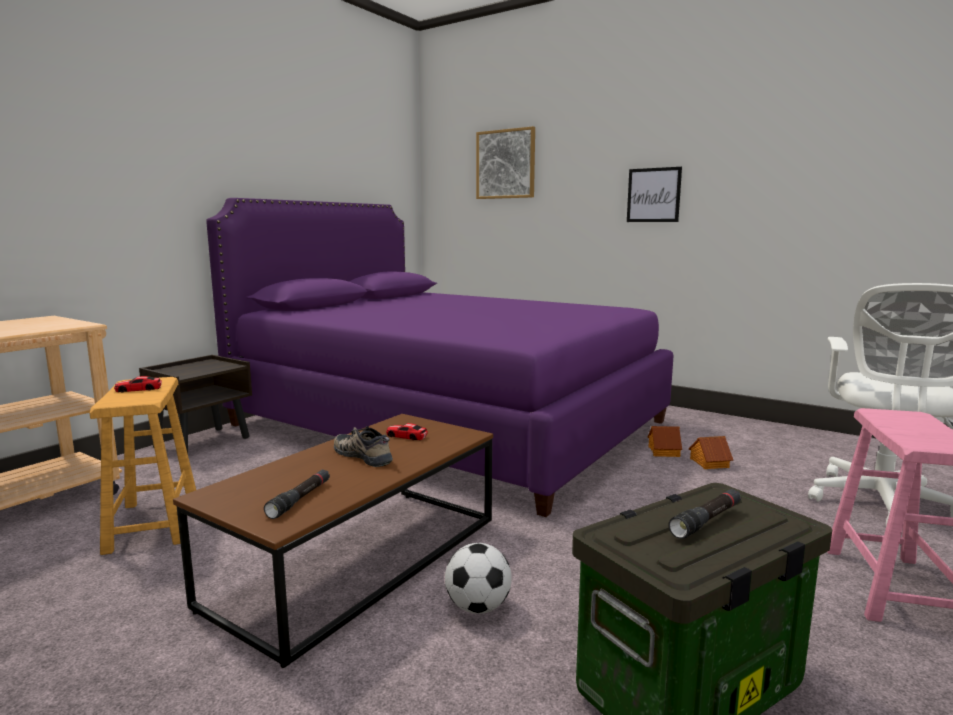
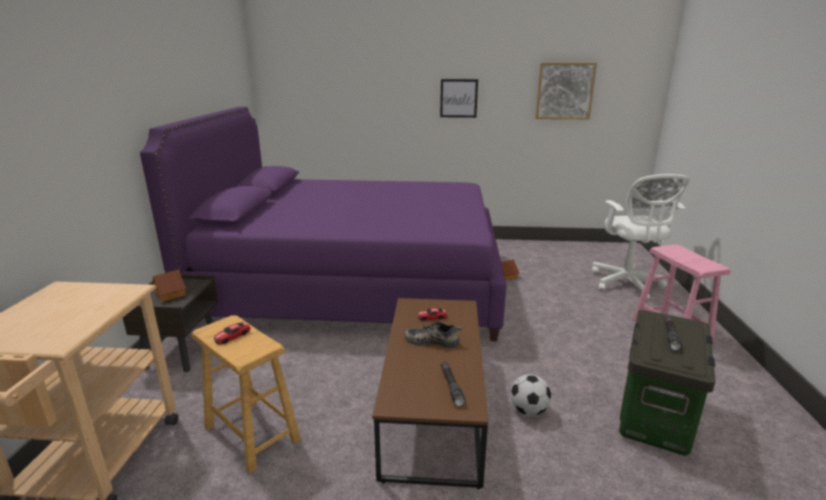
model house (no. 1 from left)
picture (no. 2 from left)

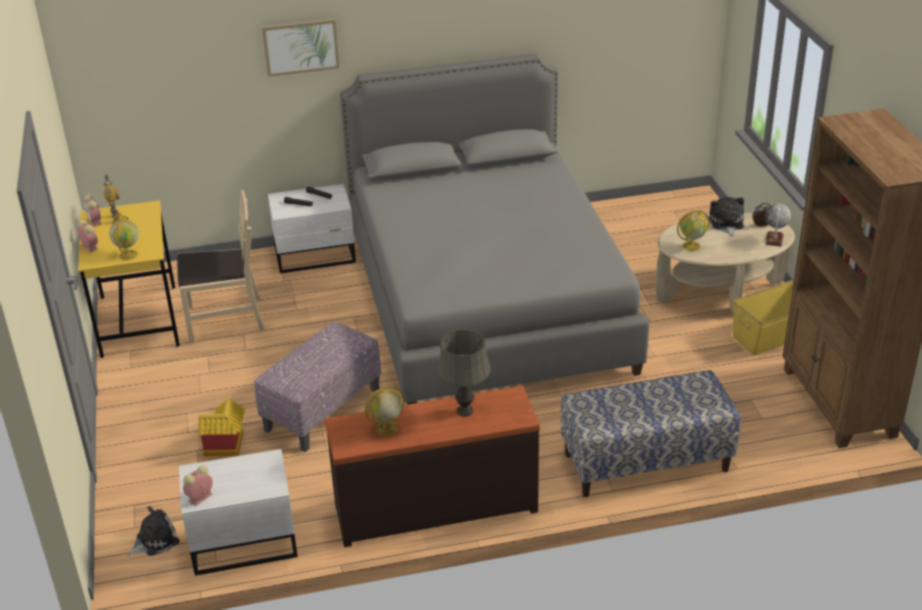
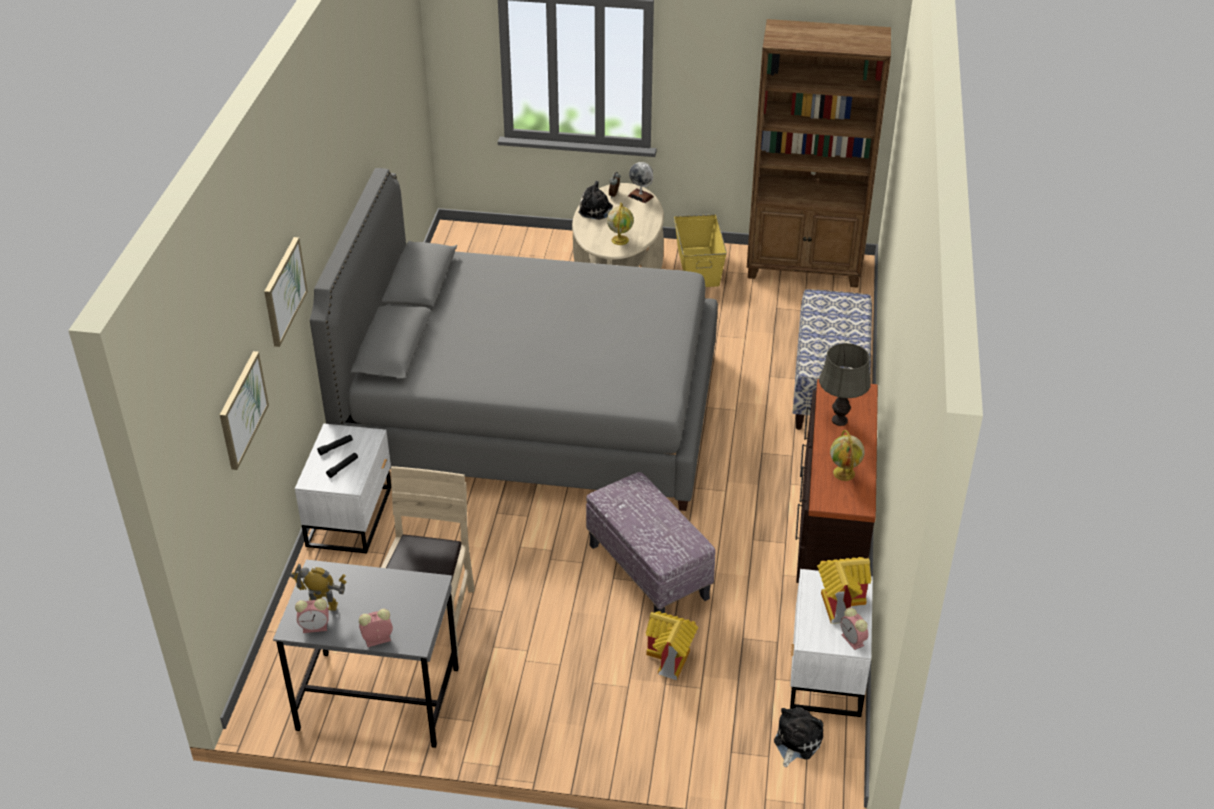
picture (no. 1 from left)
desk table (gray)
cuddly toy (no. 2 from left)
model house (no. 2 from left)
globe (no. 1 from left in the first image)

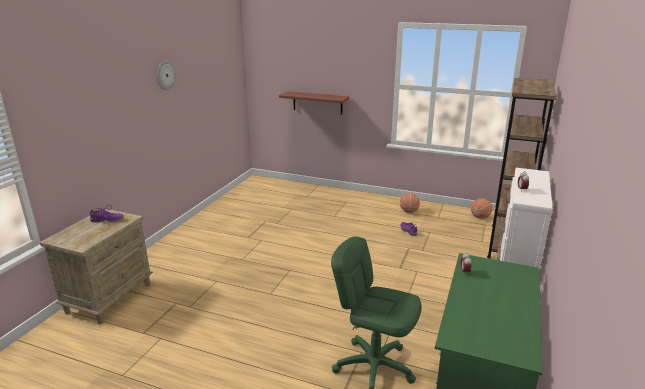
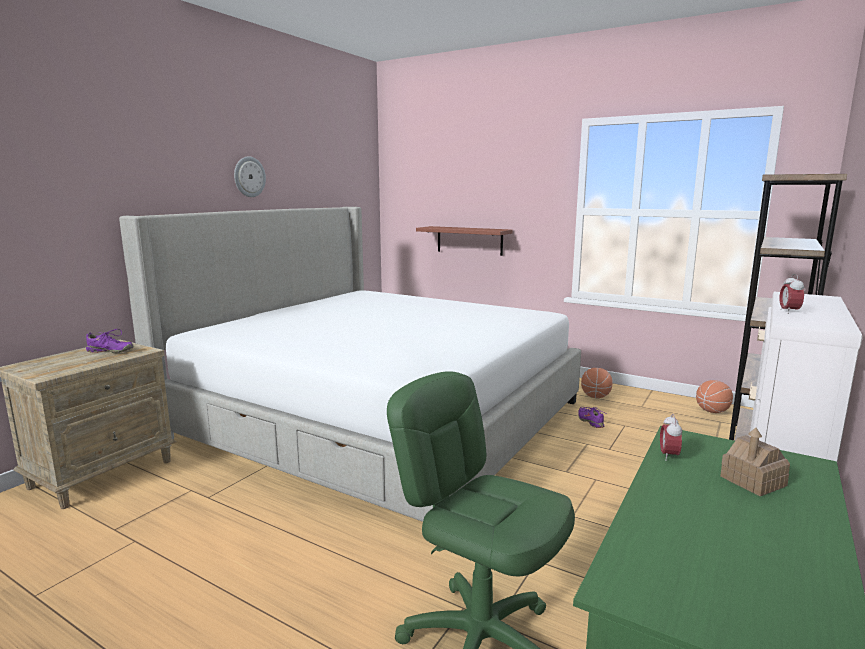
bed
model house

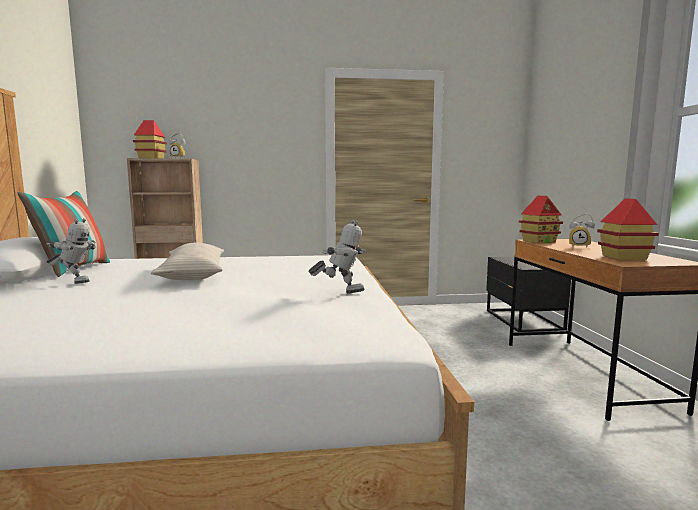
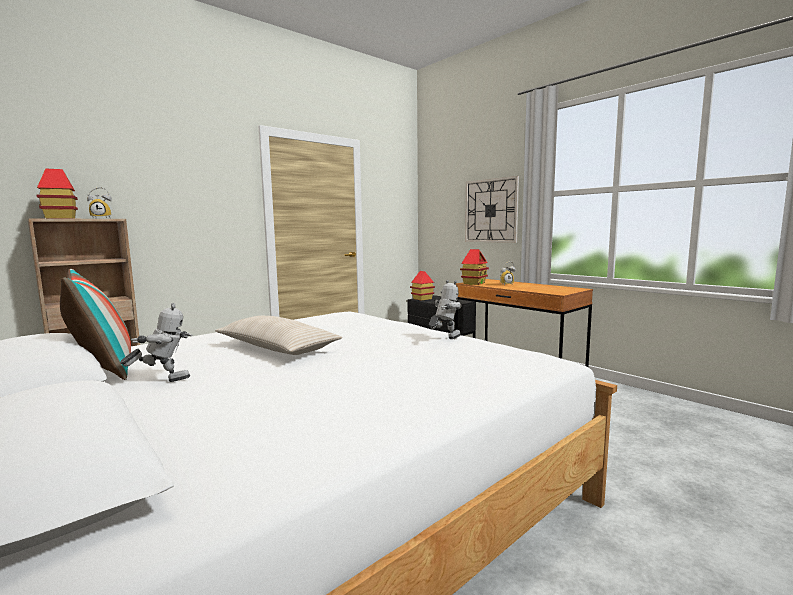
model house (no. 2 from left)
clock on the wall

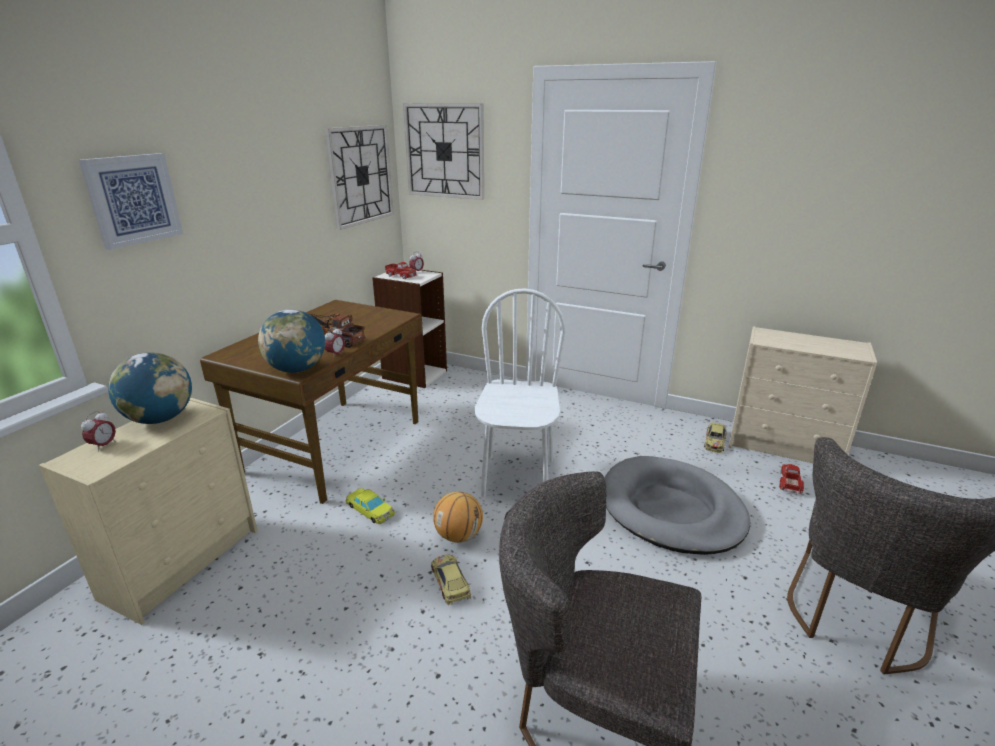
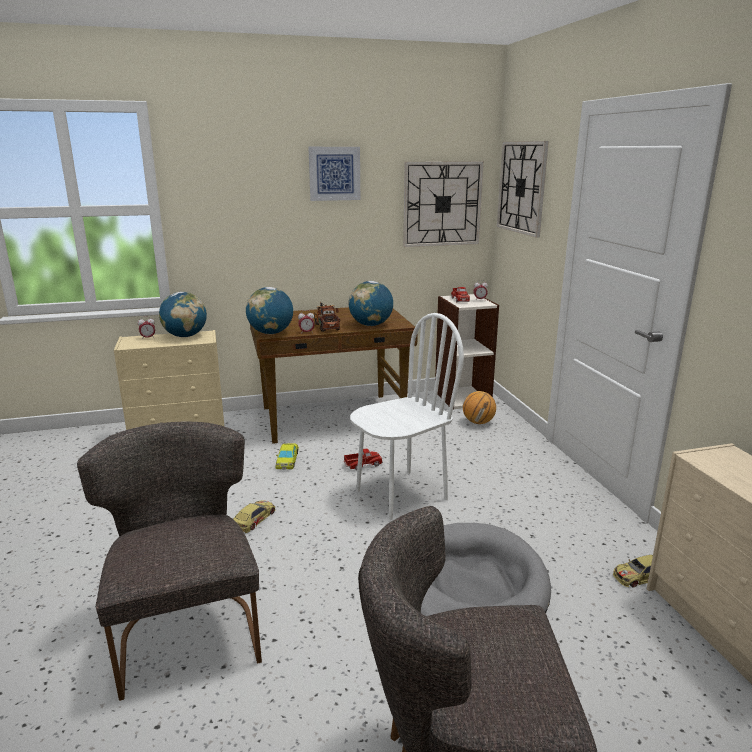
picture
toy lorry (no. 2 from left)
globe (no. 3 from left)
basketball

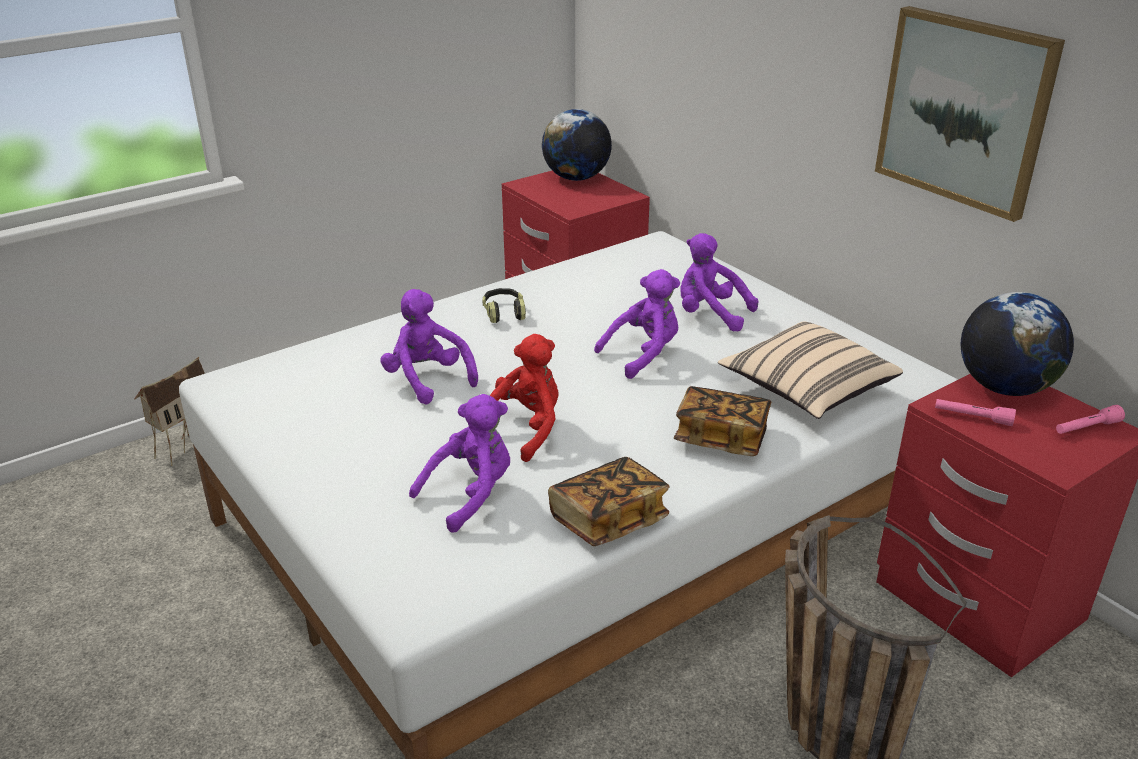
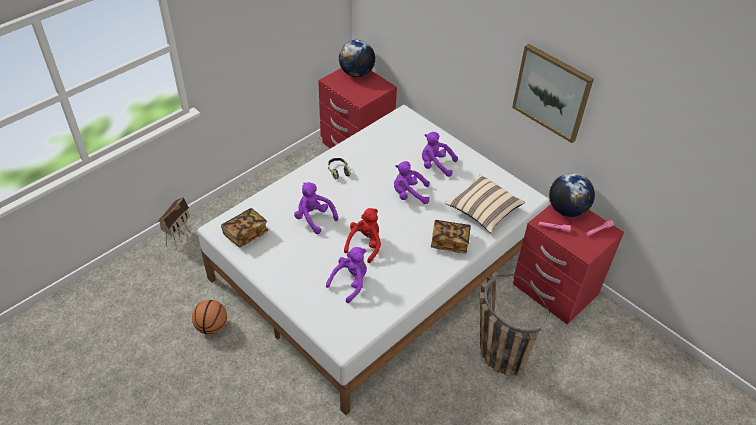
basketball
volume (no. 1 from left)
cuddly toy (purple-coloured) (no. 3 from left)

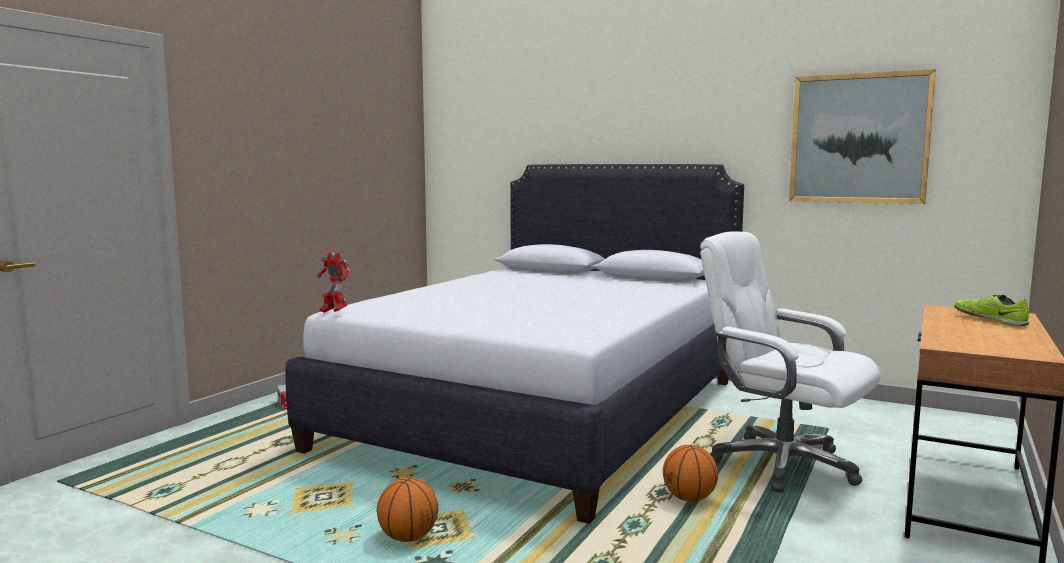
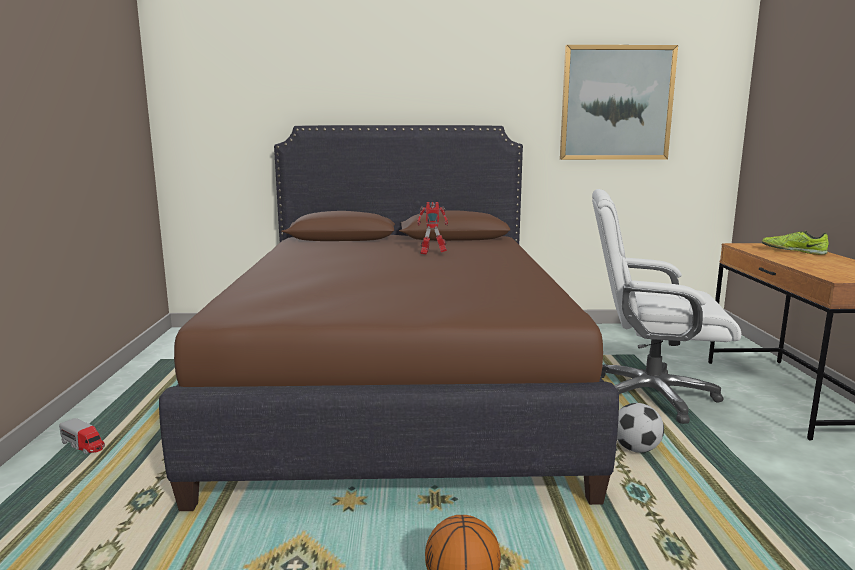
bed (brownish)
toy robot
ball for football

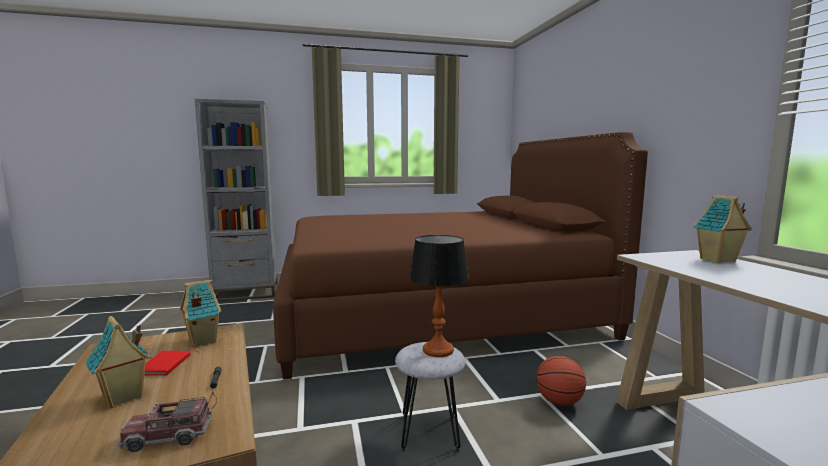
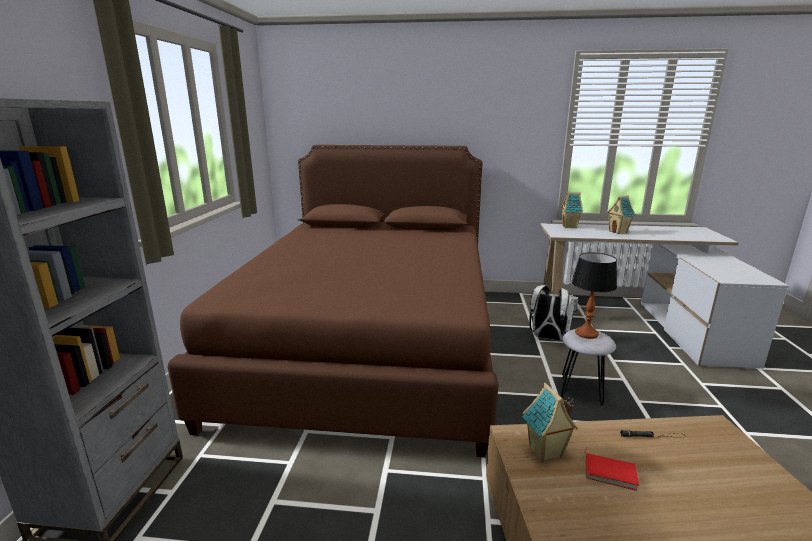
rucksack (white-coloured)
model house (no. 3 from left)
toy lorry

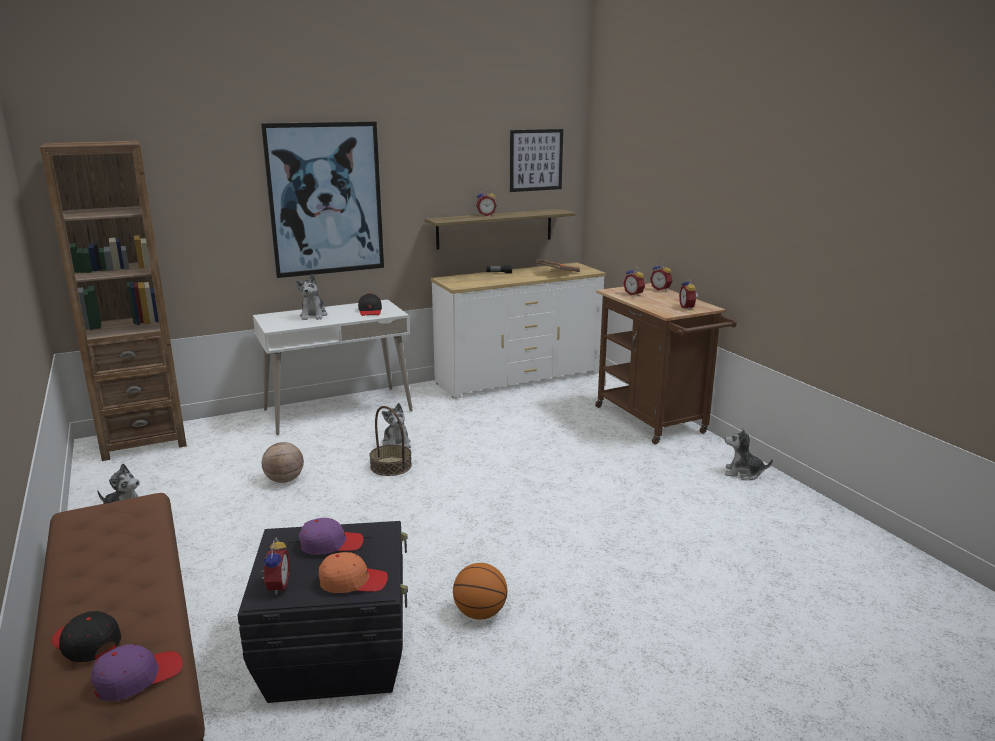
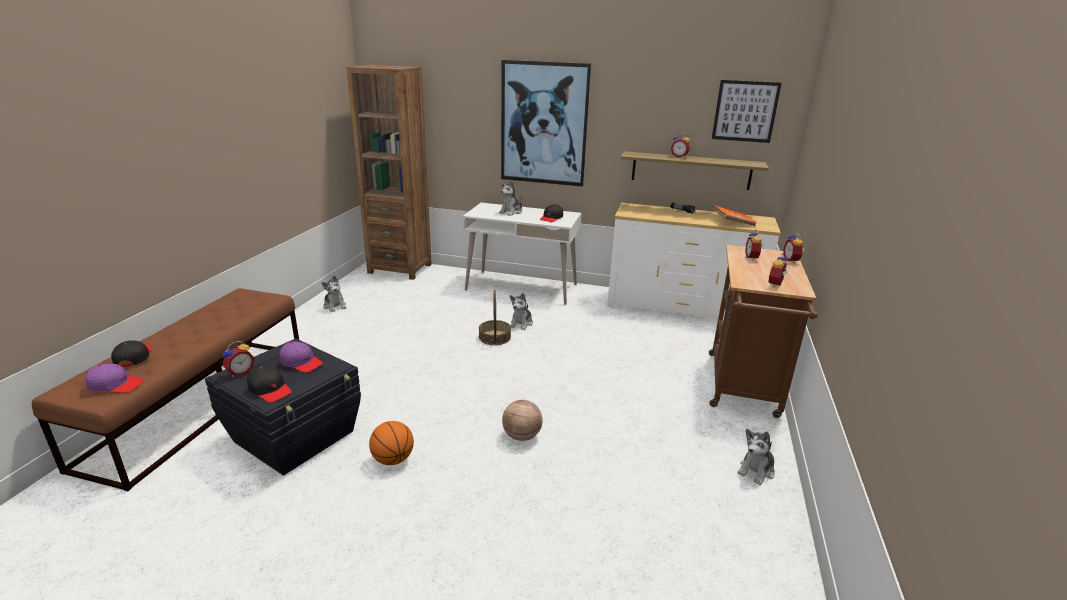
baseball cap (black-coloured) (no. 2 from left)
basketball (no. 2 from left)
cuddly toy (no. 4 from left)

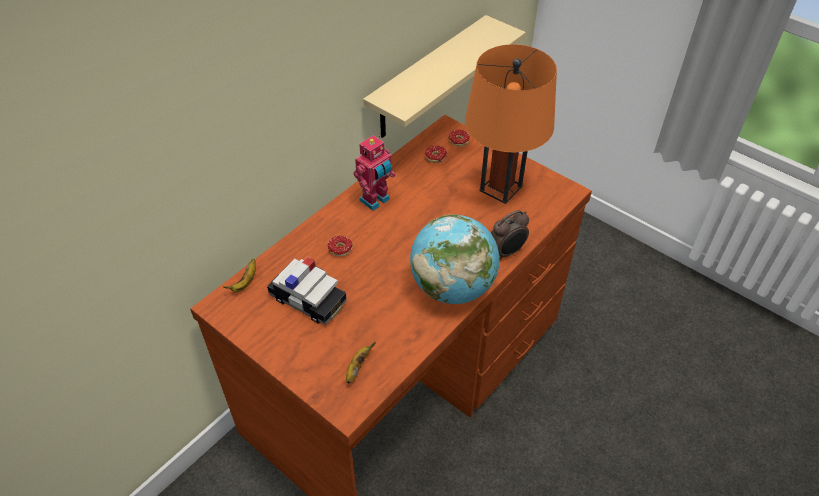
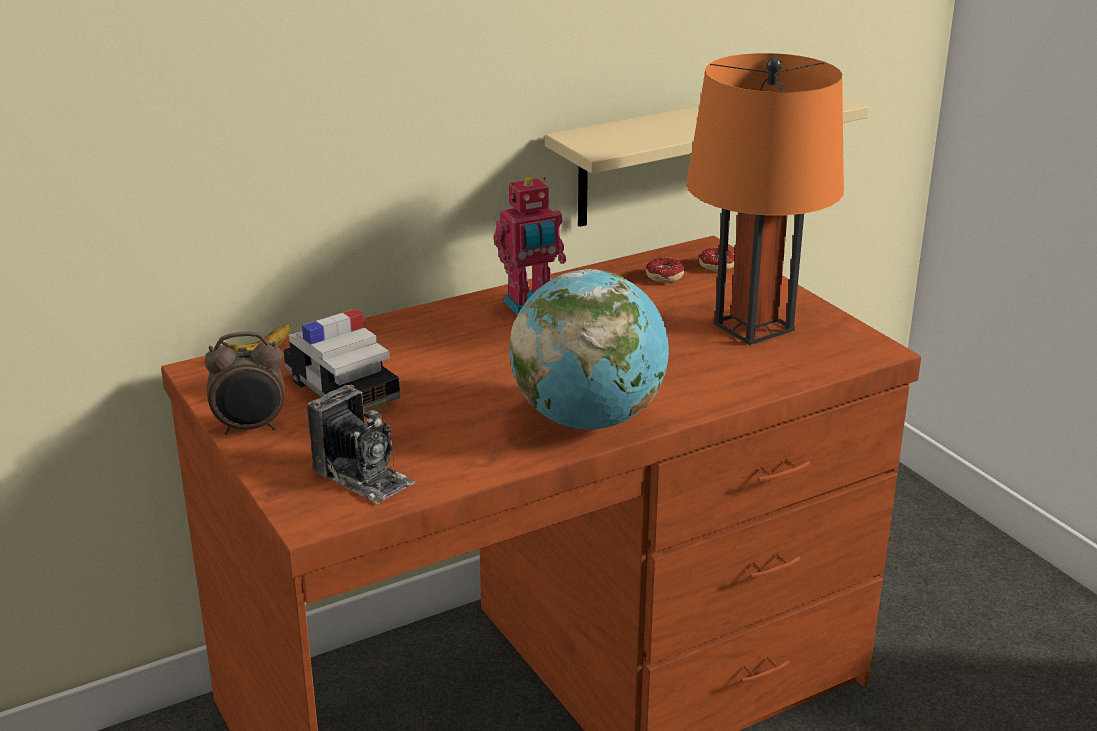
bedside clock
still camera
doughnut (no. 1 from left in the first image)

